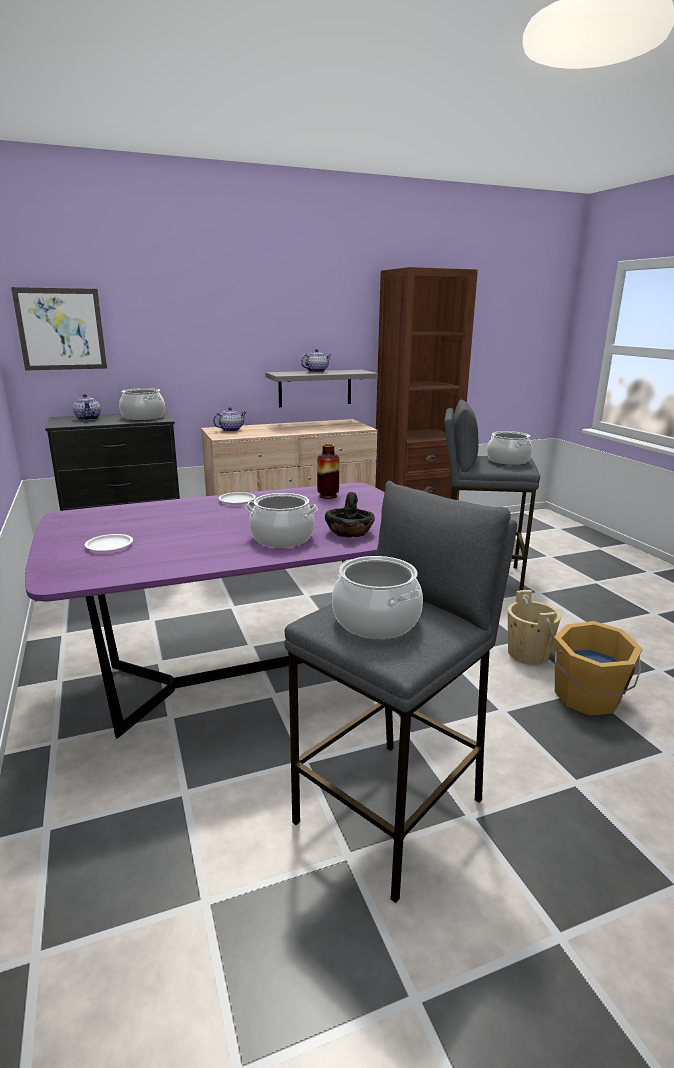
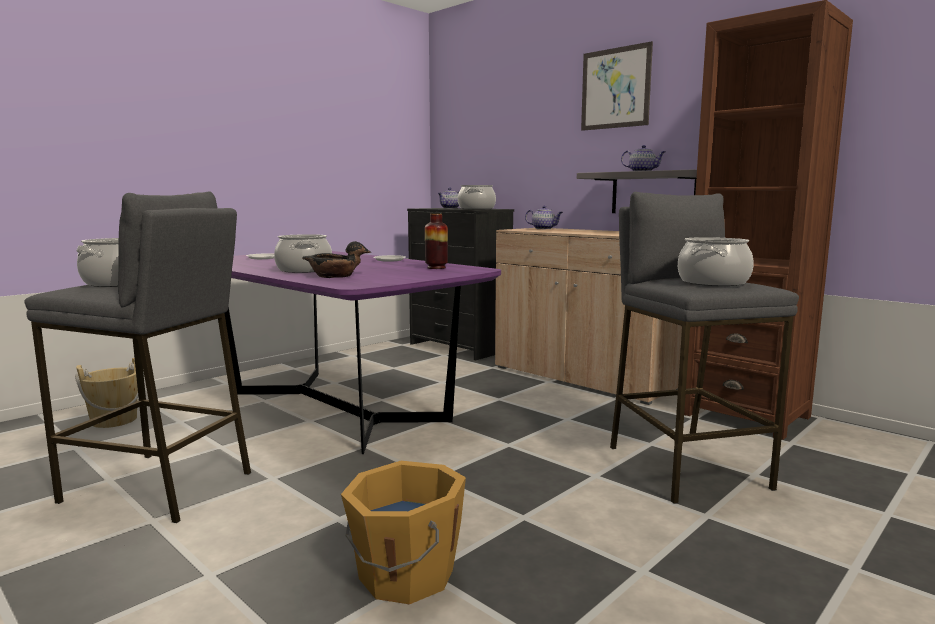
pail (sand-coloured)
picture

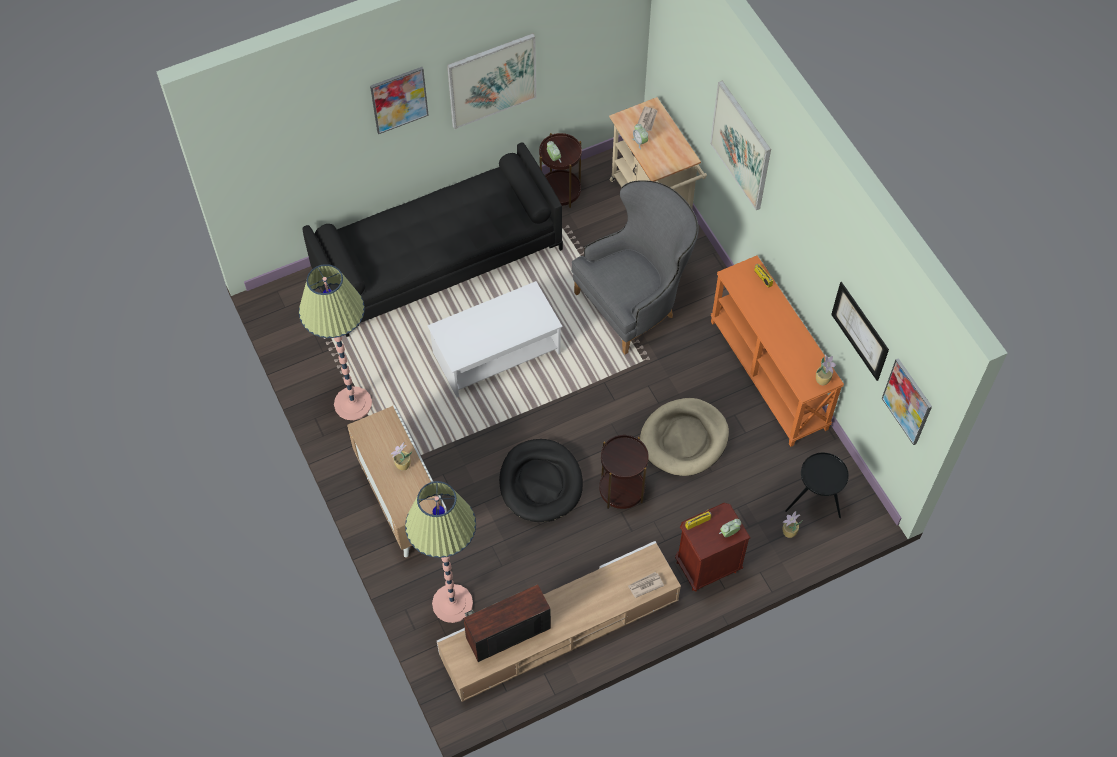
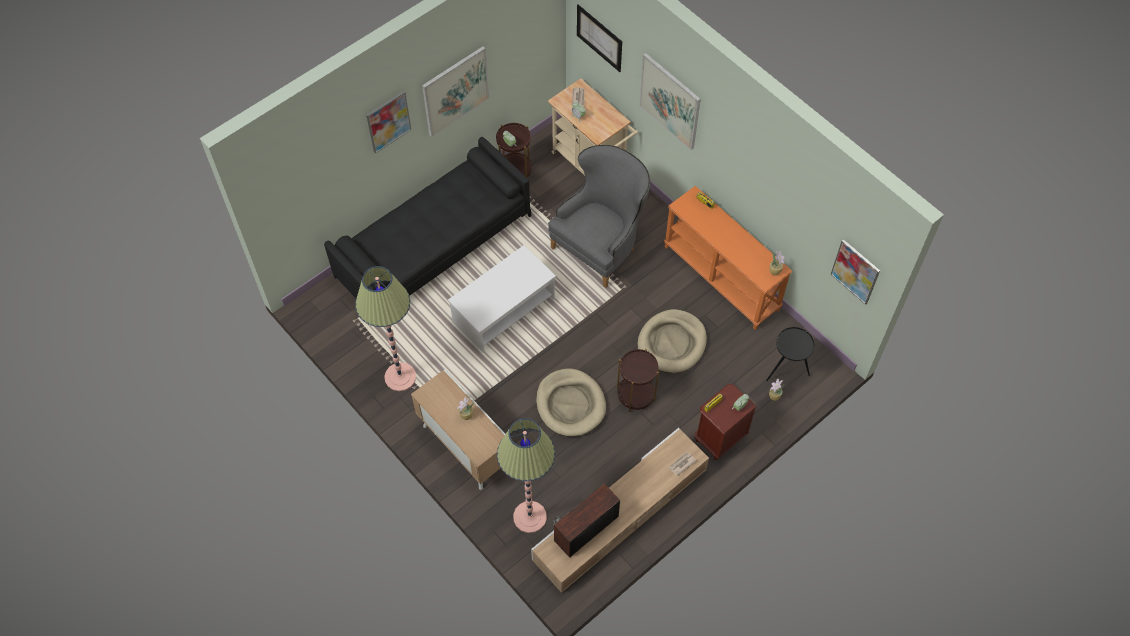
pet bed (sand-coloured) (no. 1 from left)
picture (no. 3 from left)

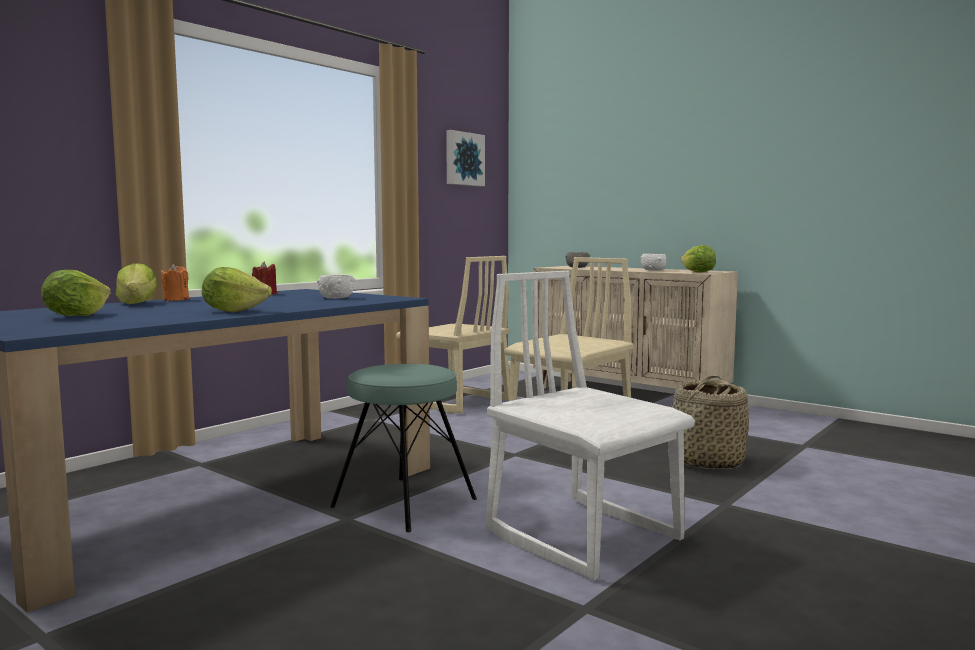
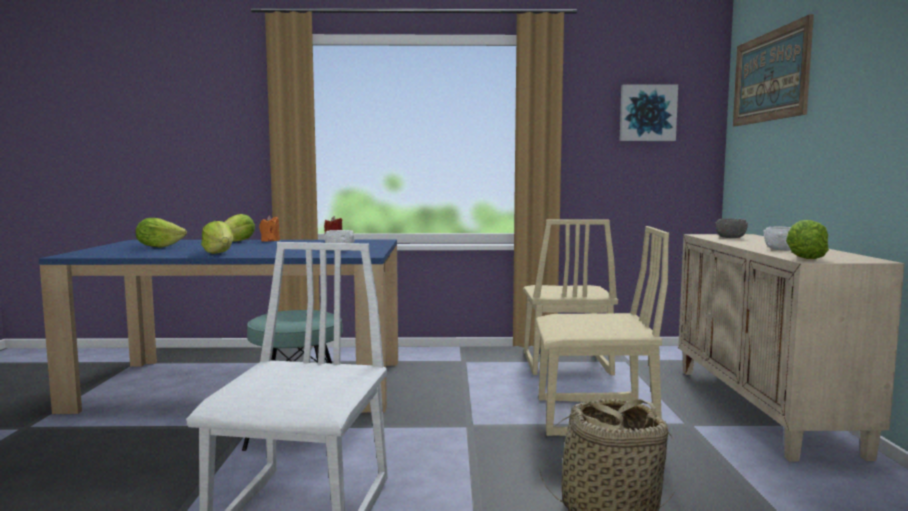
picture (no. 2 from left)

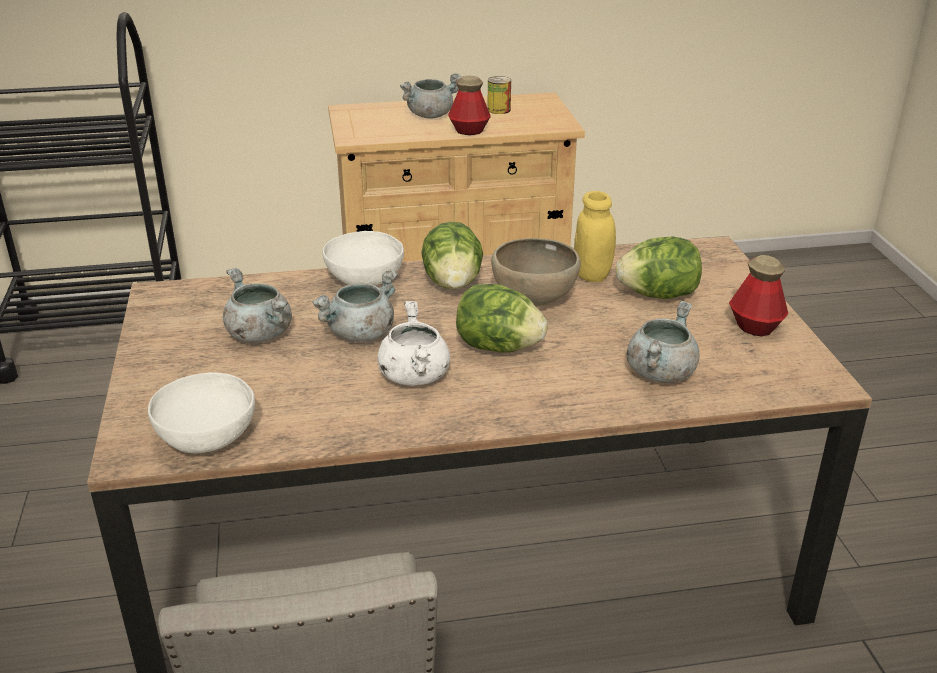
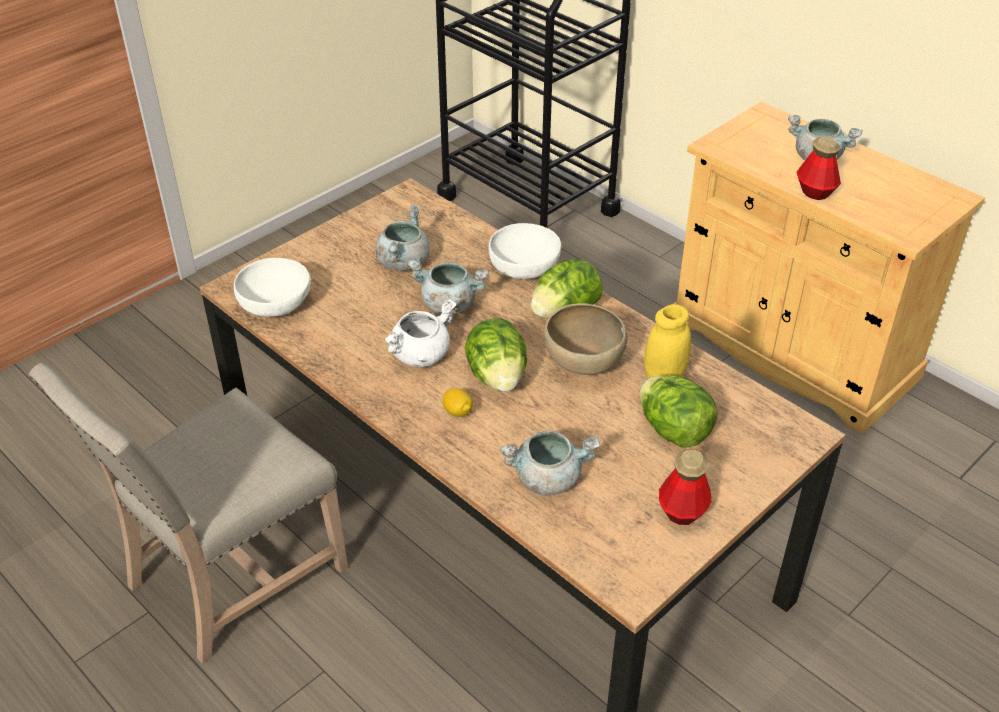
citrus fruit
sealed can

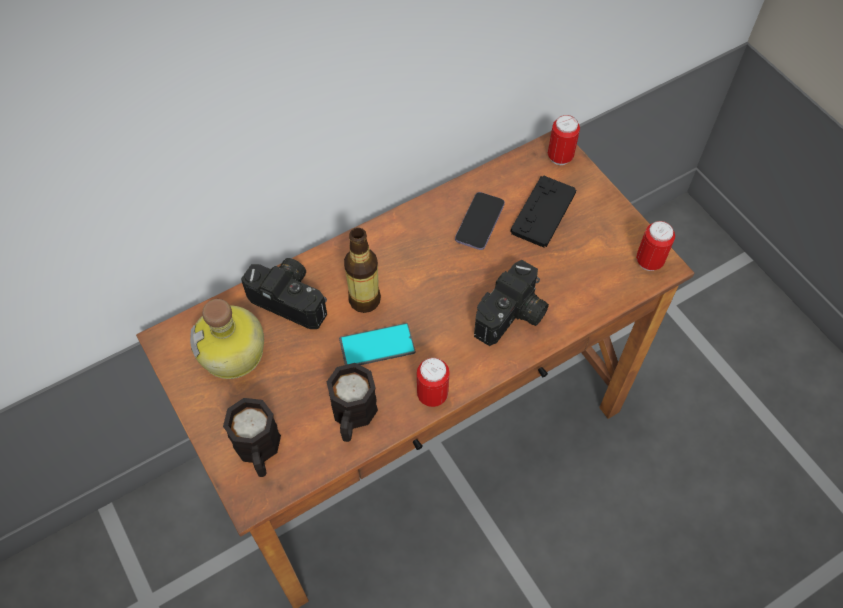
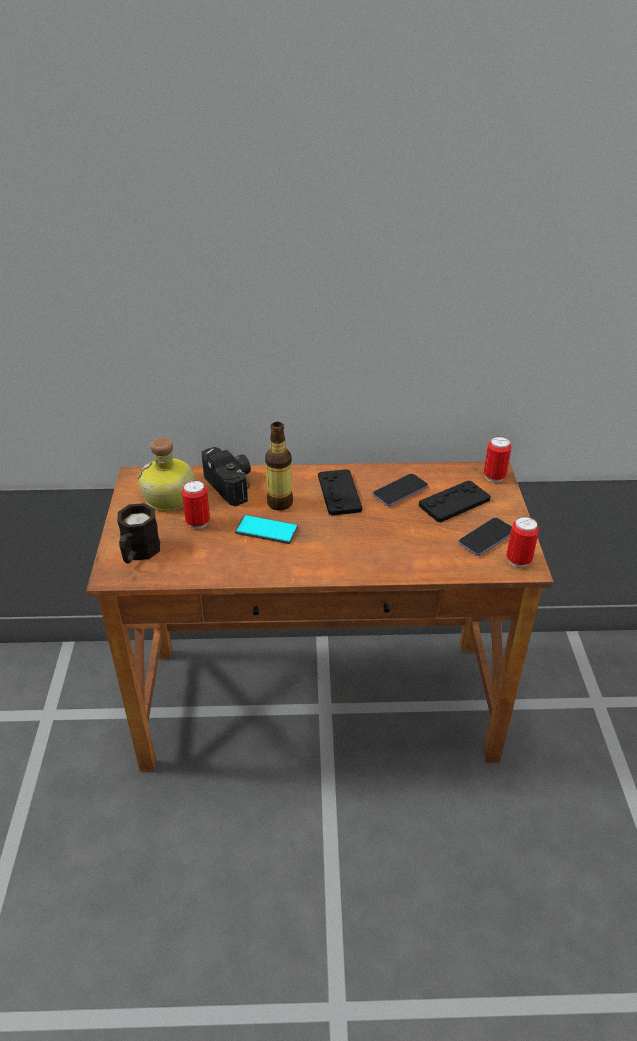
sealed can (no. 1 from left)
gamepad (black-coloured) (no. 1 from left)
handset (no. 3 from left)
tea mug (black-coloured) (no. 2 from left in the first image)
still camera (no. 2 from left in the first image)

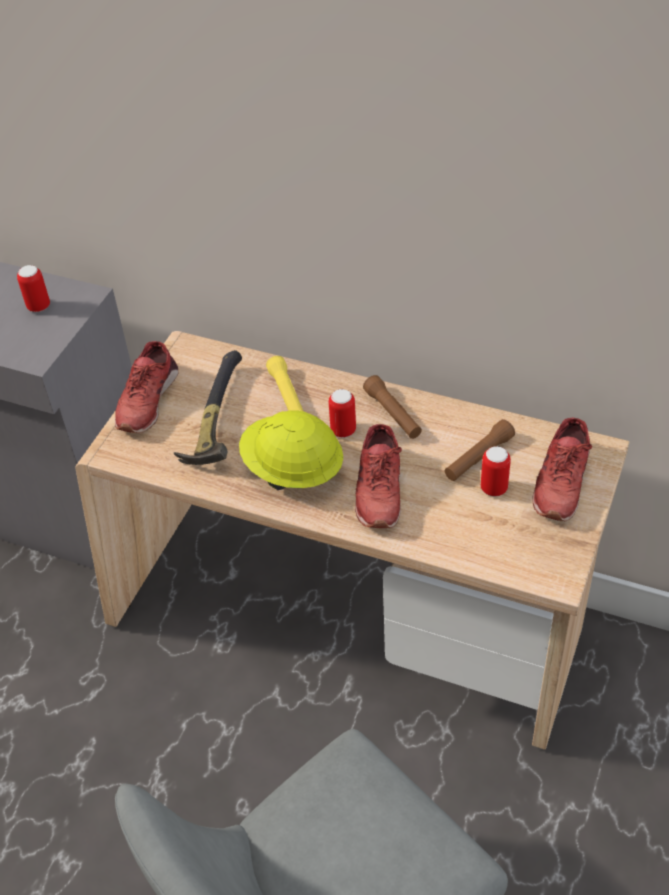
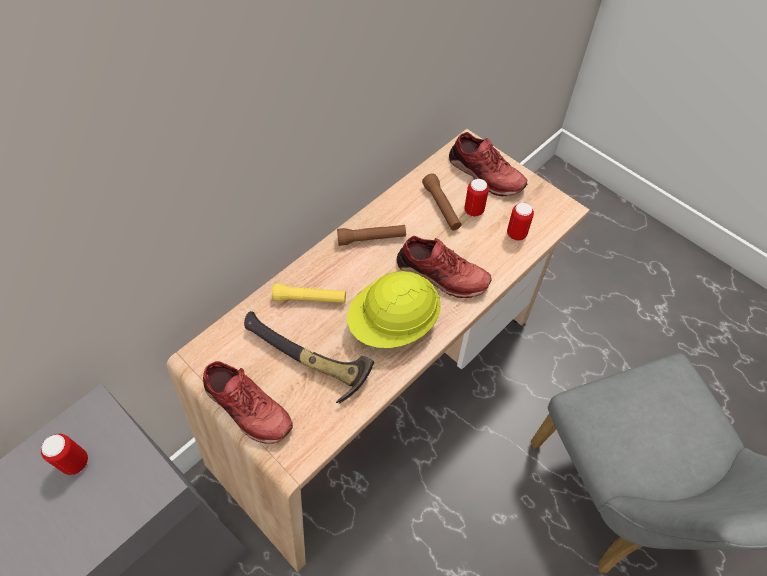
sealed can (no. 3 from left)

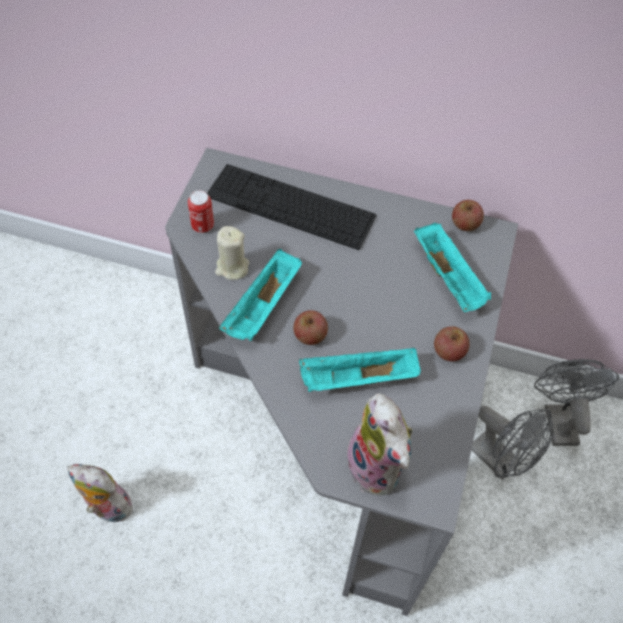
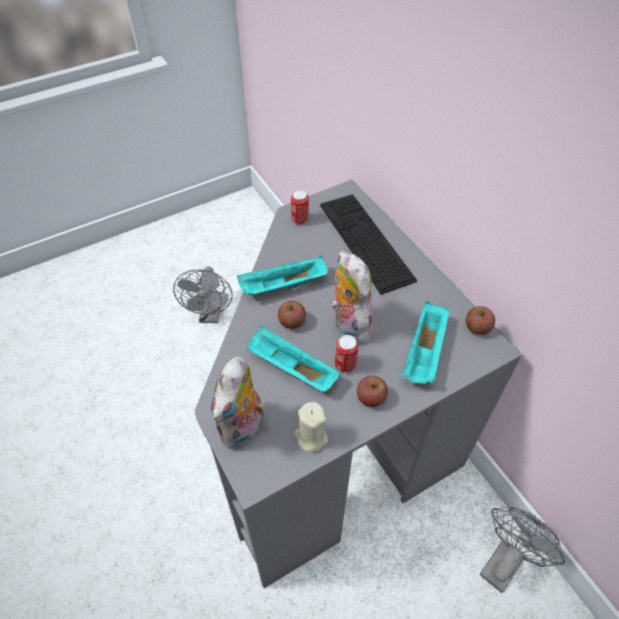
electric fan (gray) (no. 1 from left)
wax candle (sand-coloured)
cuddly toy (no. 2 from left)
sealed can (no. 2 from left)

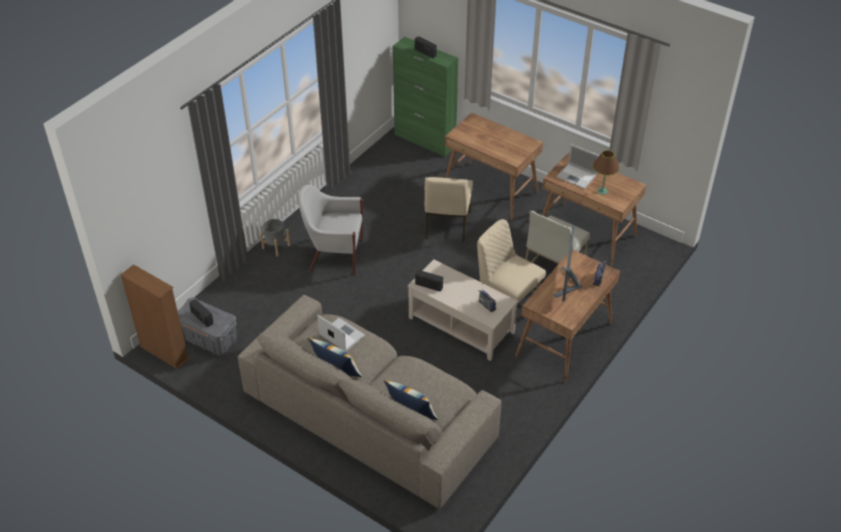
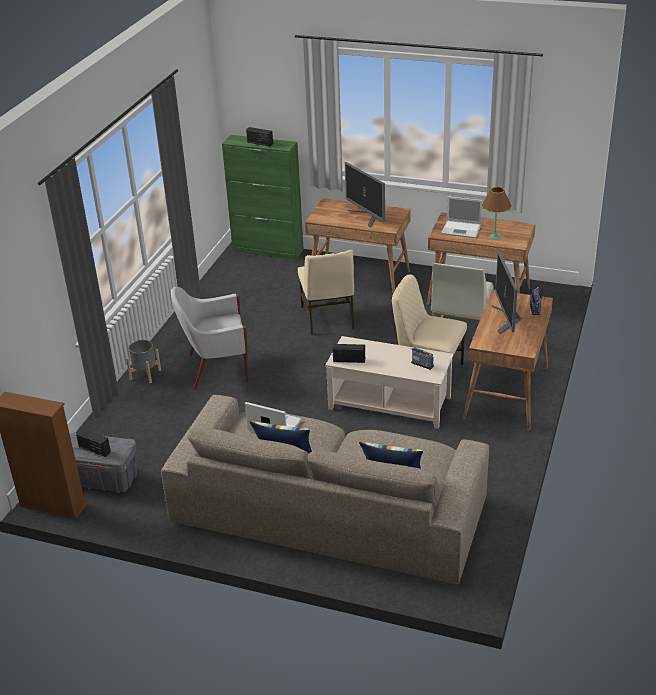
monitor (no. 1 from left)

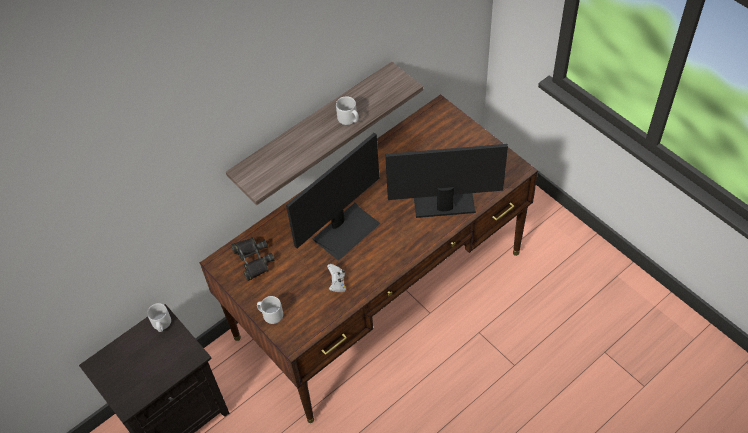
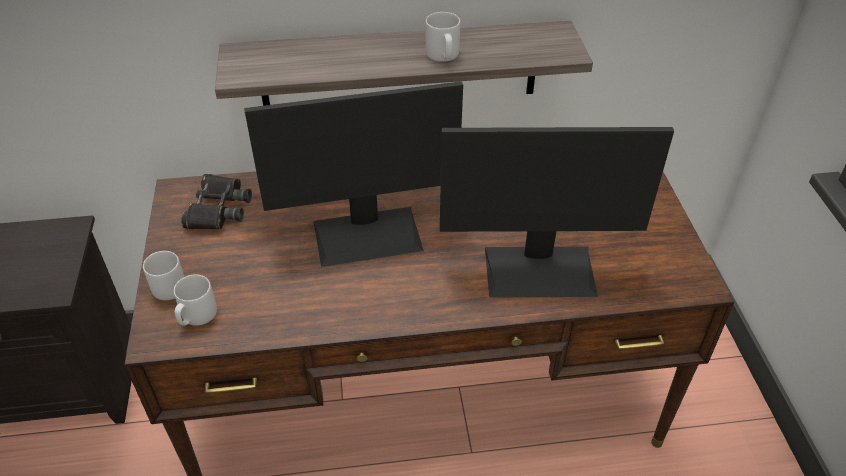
tea mug (gray) (no. 2 from left)
monitor (no. 2 from left)
gamepad (white-coloured)

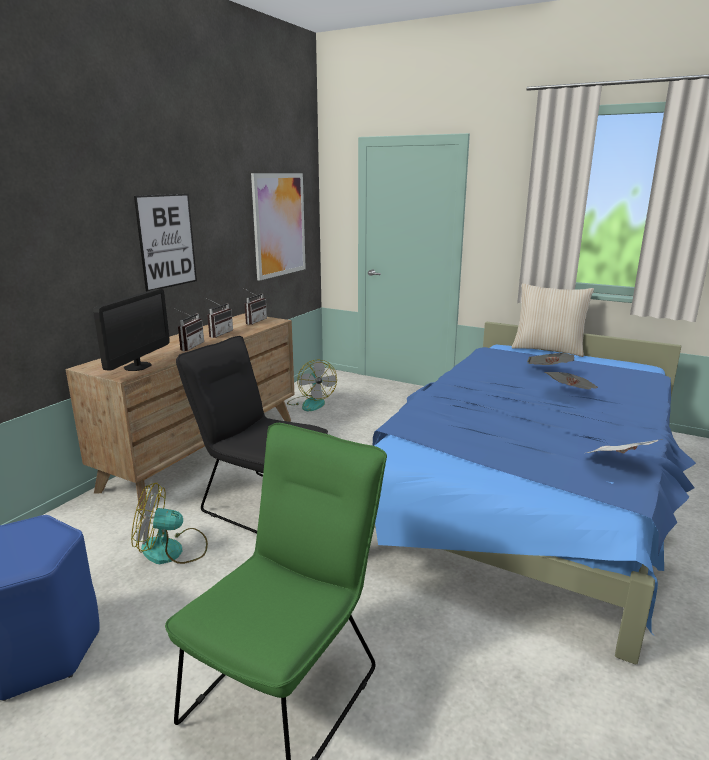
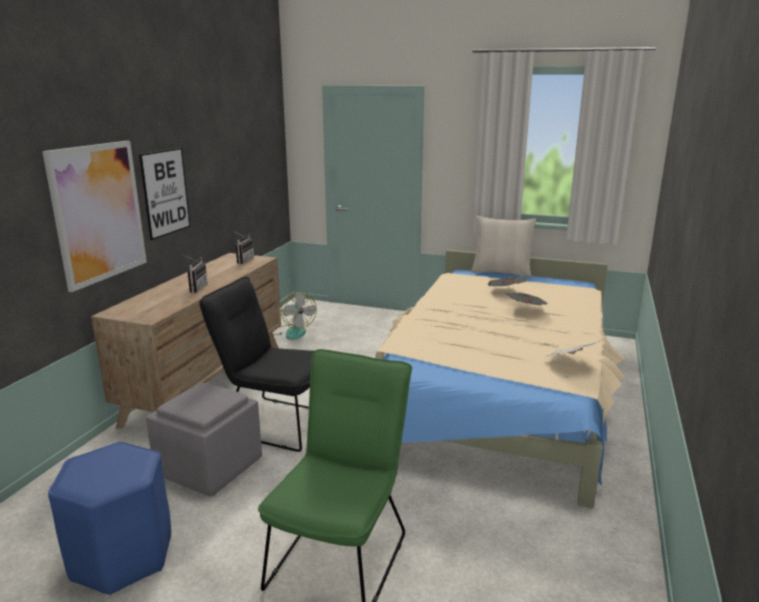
picture (no. 1 from left)
pouffe (gray)
bed (sand-coloured)
monitor
radio receiver (no. 2 from left in the first image)

